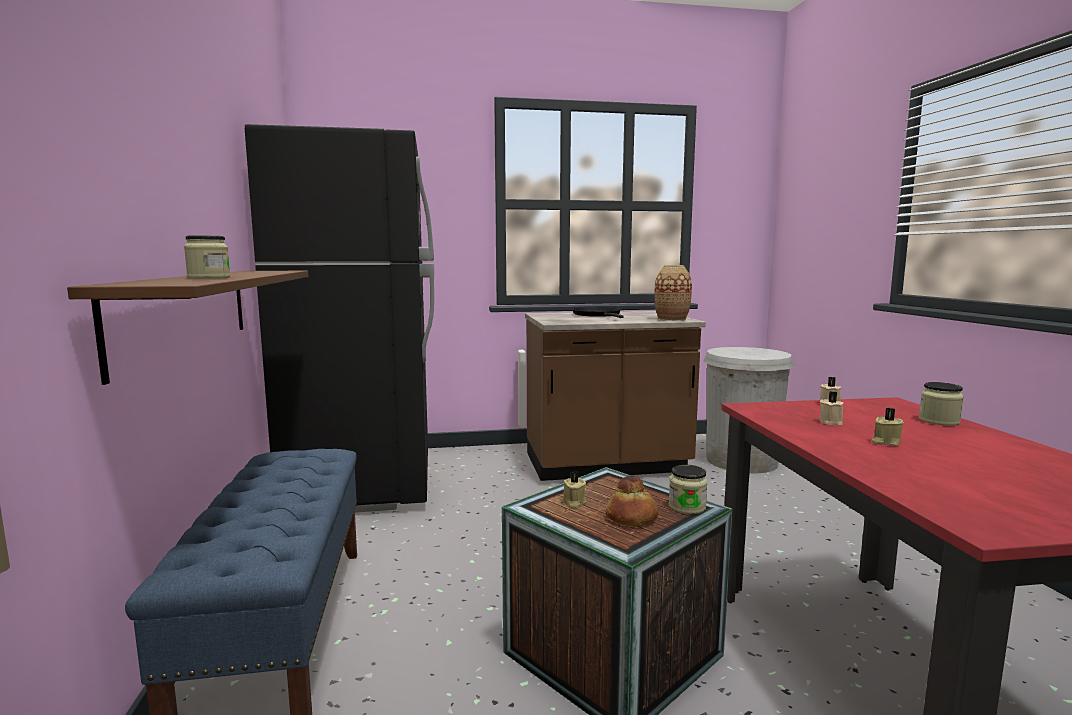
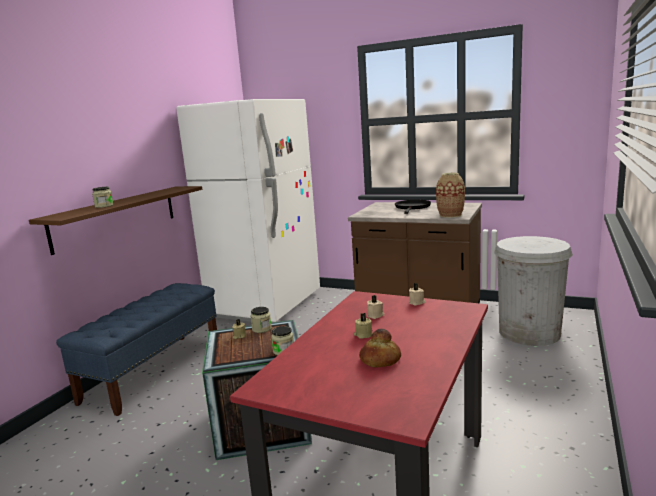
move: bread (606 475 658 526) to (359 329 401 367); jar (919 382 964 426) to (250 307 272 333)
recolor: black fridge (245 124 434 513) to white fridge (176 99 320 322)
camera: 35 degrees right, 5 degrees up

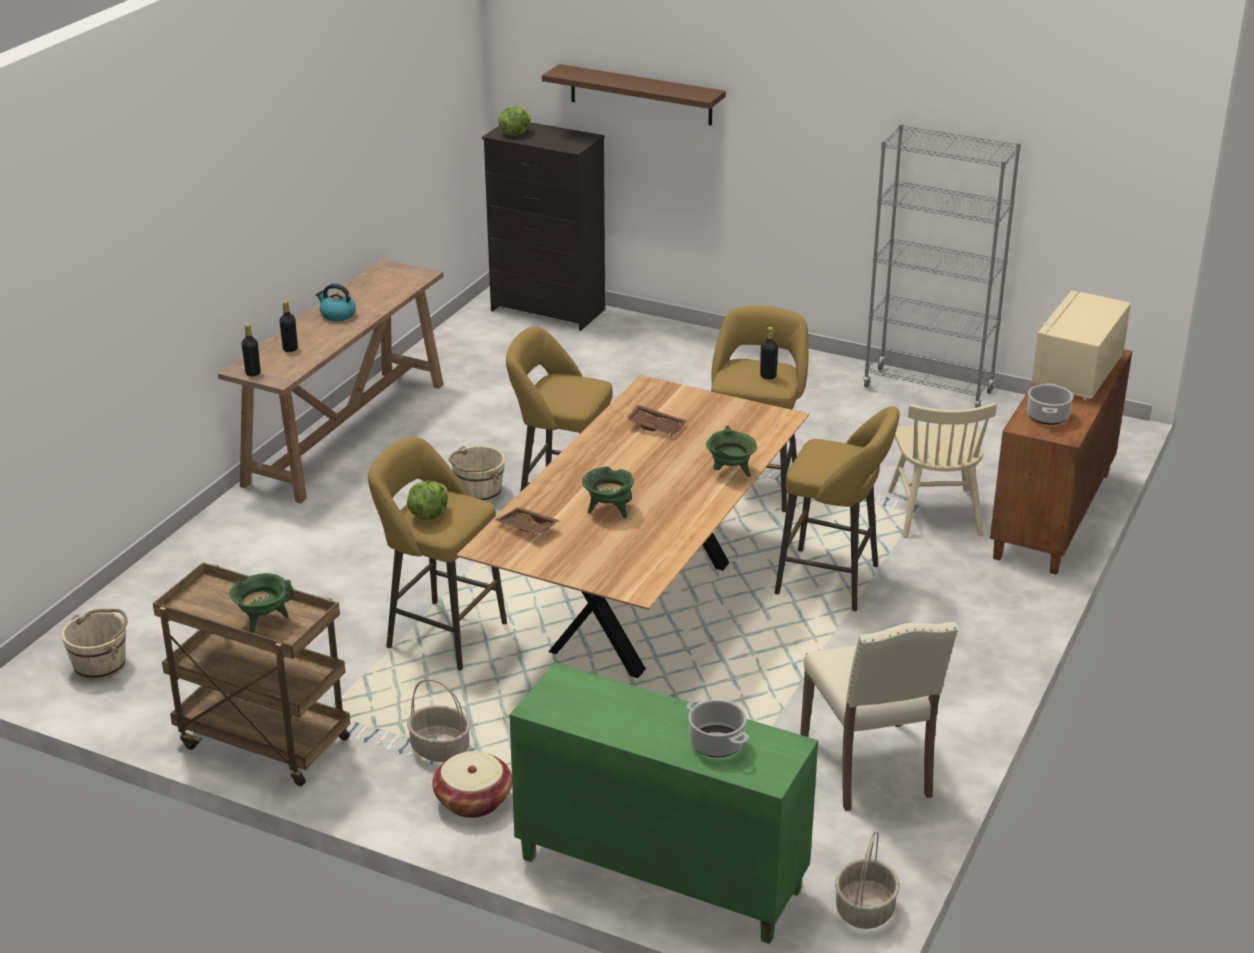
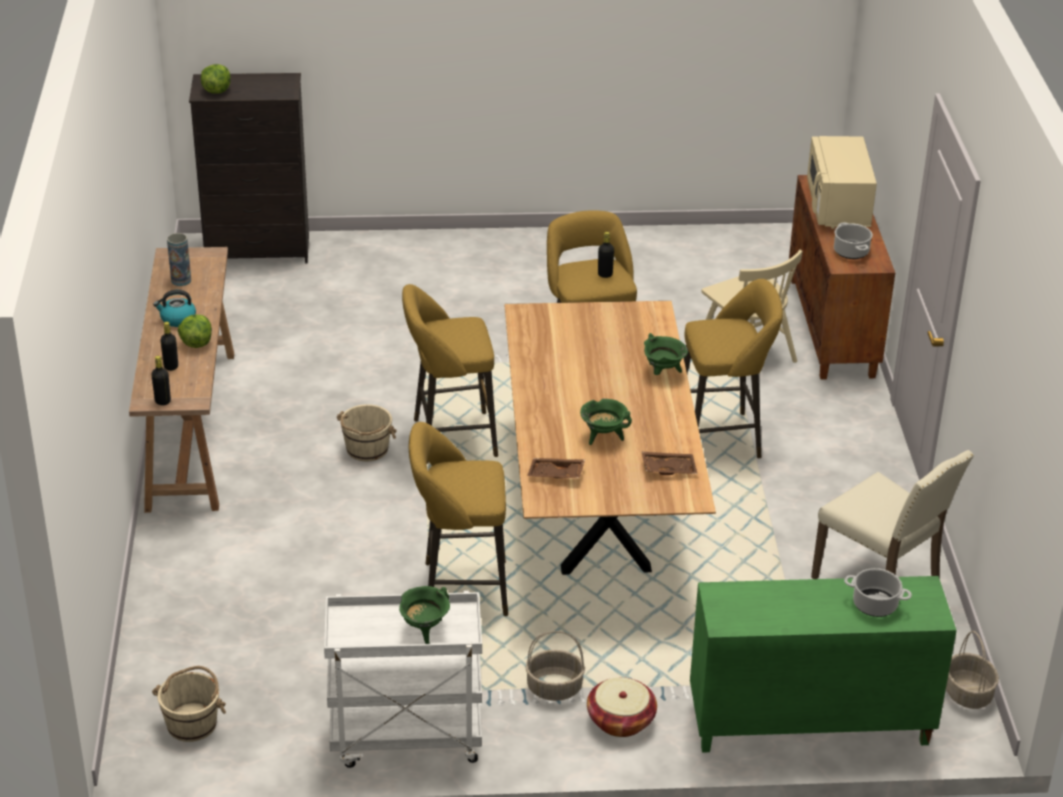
delete: brown shelf (542 64 726 125); grey bookcase (863 124 1021 408)
insert: vase (167 233 191 286)
move: lettuce (407 481 448 520) to (178 314 212 348); brown tray (626 405 686 436) to (642 452 698 475)
recolor: brown cart (153 562 350 786) to white cart (324 591 482 768)
camera: 30 degrees left, 5 degrees up

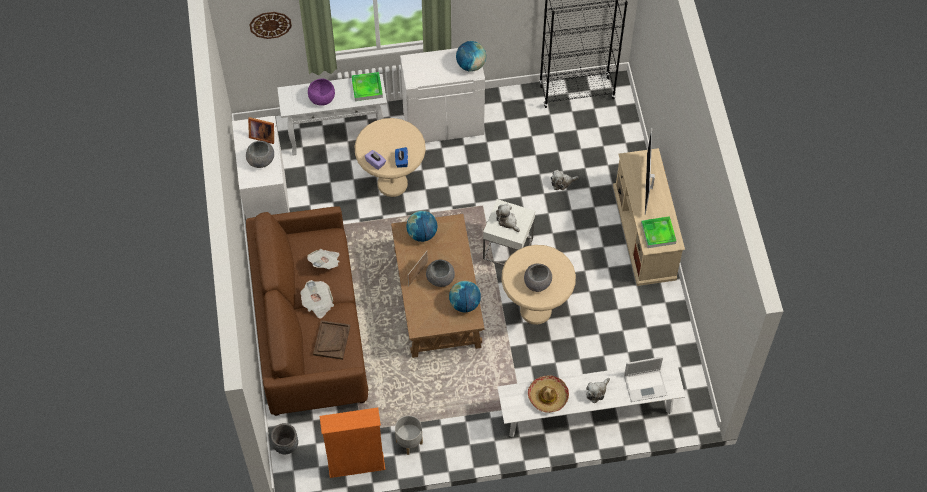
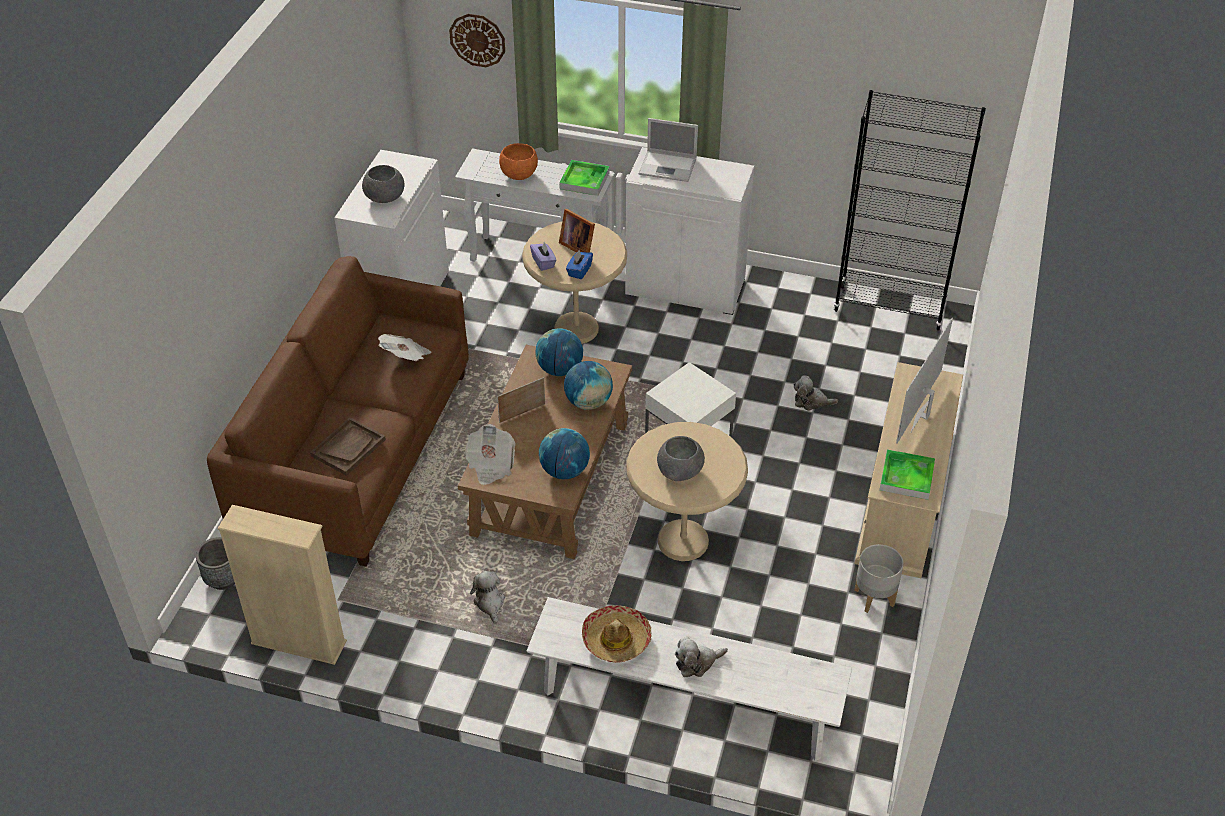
delete: grey bowl (426 260 455 287)
move: picture frame (248 117 274 144) to (559 209 595 253); newspaper (300 280 334 318) to (464 424 516 485); grey planter (395 416 423 455) to (854 544 904 613); globe (456 41 486 72) to (564 361 613 410); plush toy (496 204 520 232) to (470 571 505 624); laptop (624 357 667 402) to (639 118 698 182)
recolor: purple bowl (308 78 335 106) to orange bowl (499 143 538 180); orange bookcase (319 408 385 478) to beige bookcase (217 505 347 665)
camera: 25 degrees right, 15 degrees down

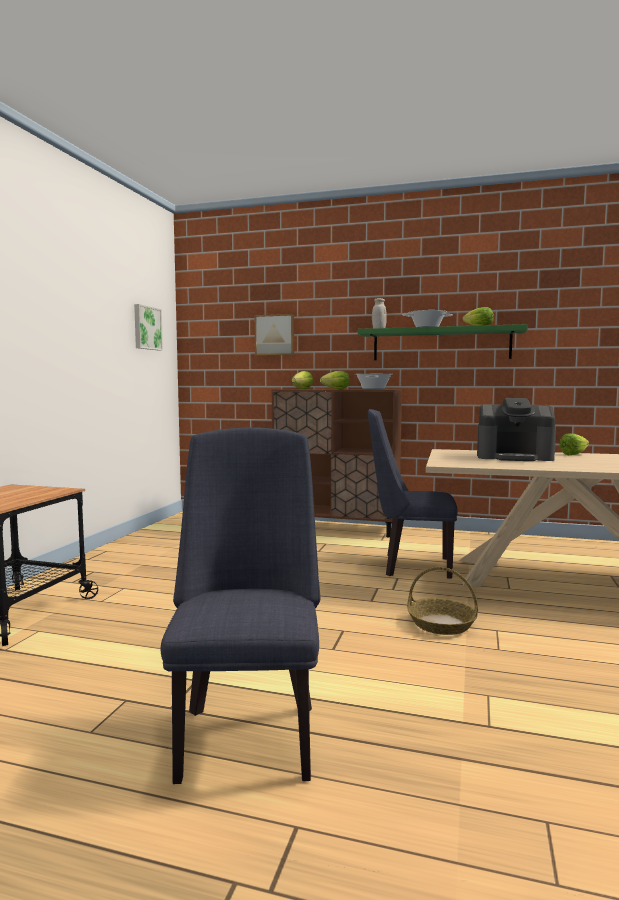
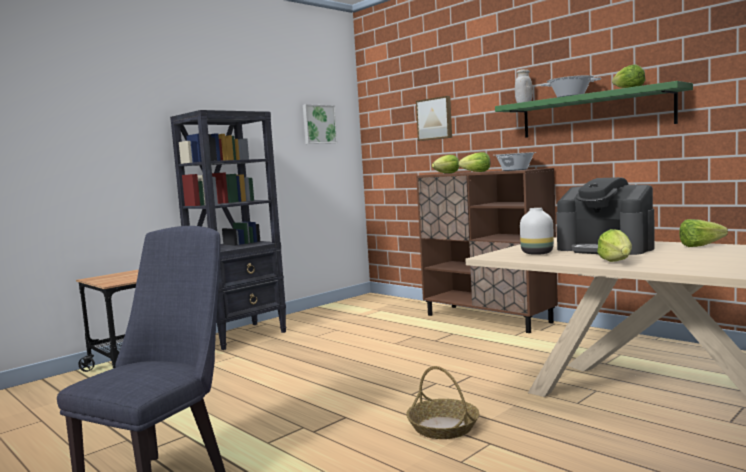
delete: blue chair (368 409 458 579)
insert: black bookcase (170 110 287 350); white vase (520 208 554 255); lettuce (597 229 632 262)
camera: 30 degrees right, 0 degrees up

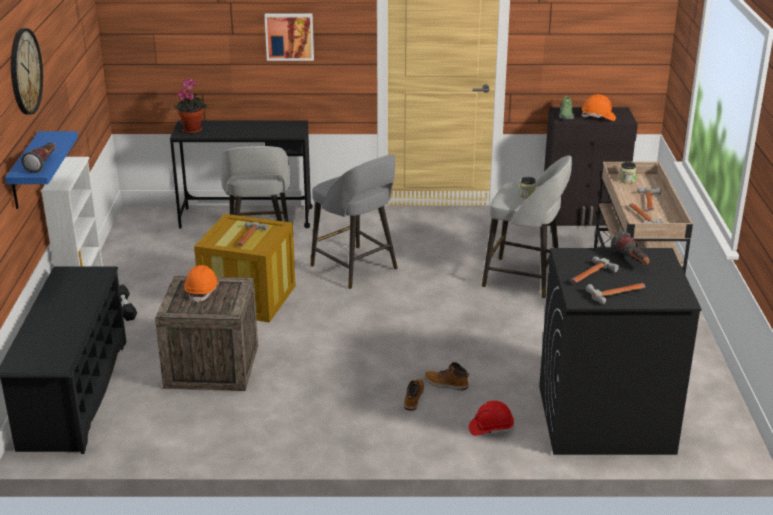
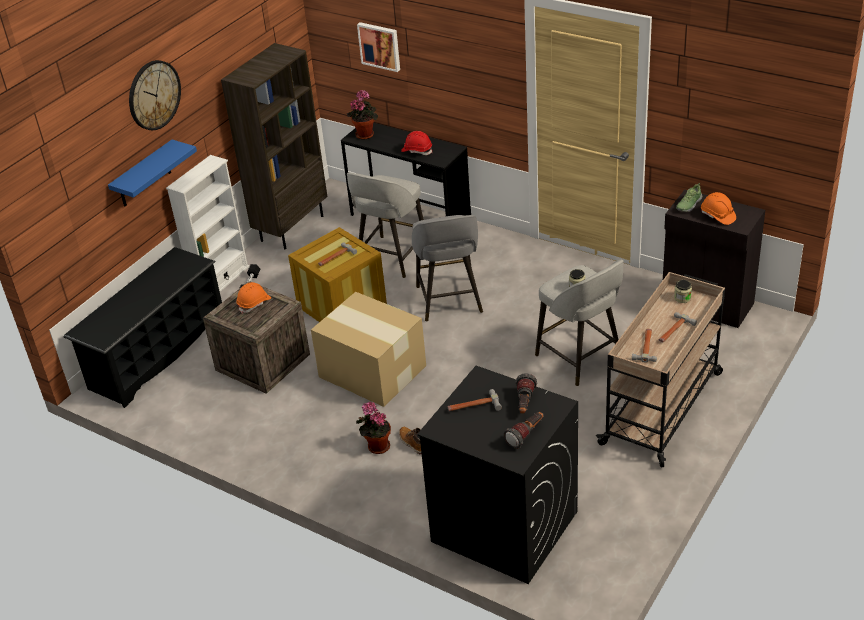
delete: hammer (586 283 645 304)
insert: brown bookcase (221 43 327 249); cardboard box (311 292 426 407)
move: flashlight (22 143 55 173) to (504 412 543 449); picture (265 14 314 61) to (357 22 400 72); red hard hat (469 401 514 436) to (401 131 432 155)
replace: boot (404 379 424 411) to potted plant (356 402 391 454)
camera: 35 degrees right, 10 degrees up

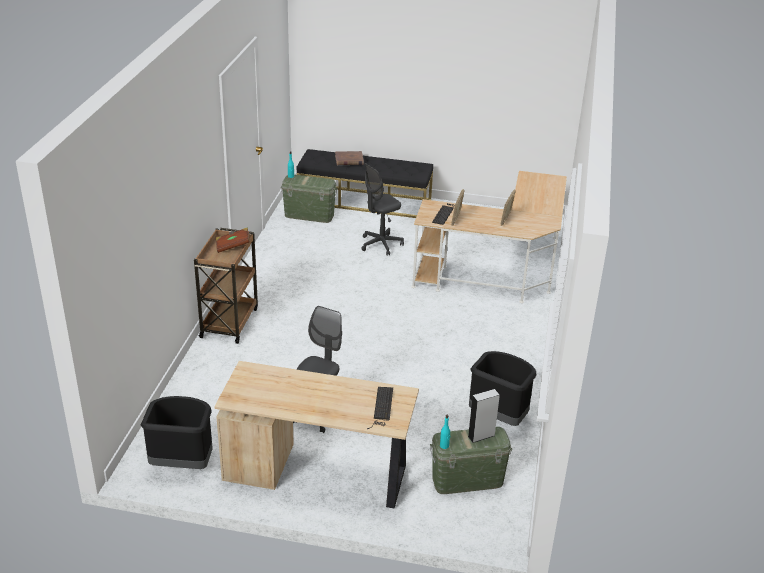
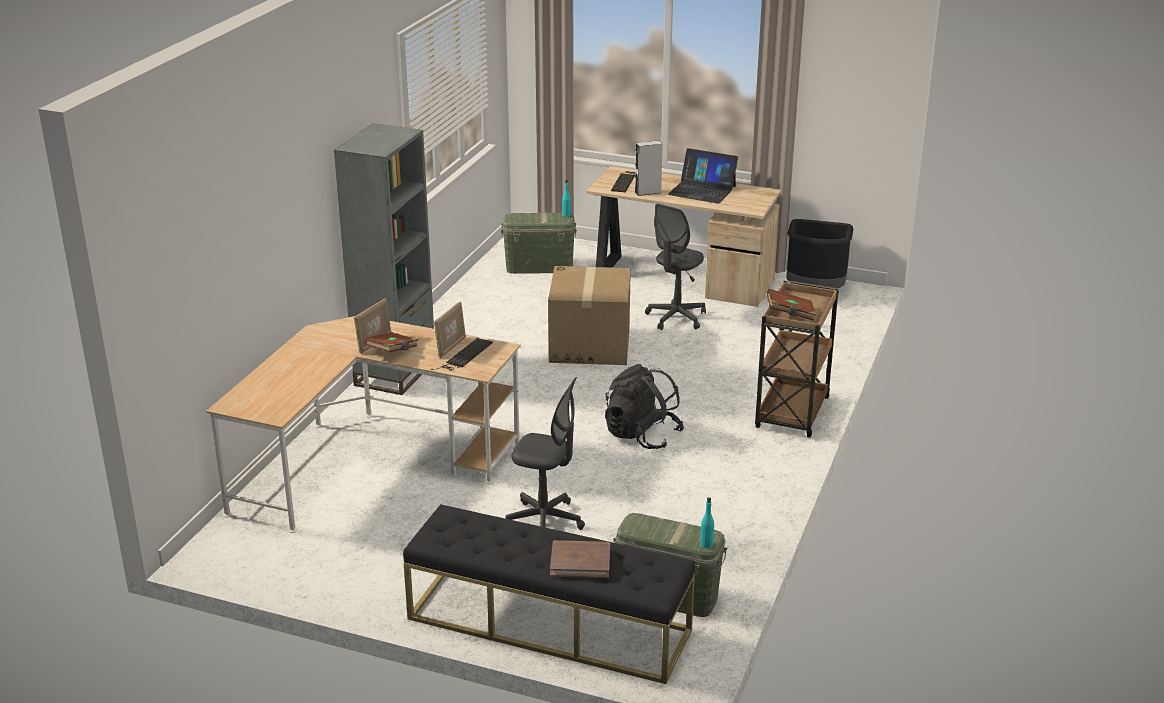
delete: black trash can (469 351 536 426)
insert: grey bookcase (334 123 434 395); brown book (363 332 419 353); cardboard box (548 266 631 365); black backpack (605 364 684 449); laptop (668 148 738 204)
move: grey speaker (468 389 500 443) to (635 141 663 196)
rotate: grey office chair (361 163 404 256) = (505 377 585 530) 45 degrees clockwise
camera: 170 degrees left, 5 degrees down

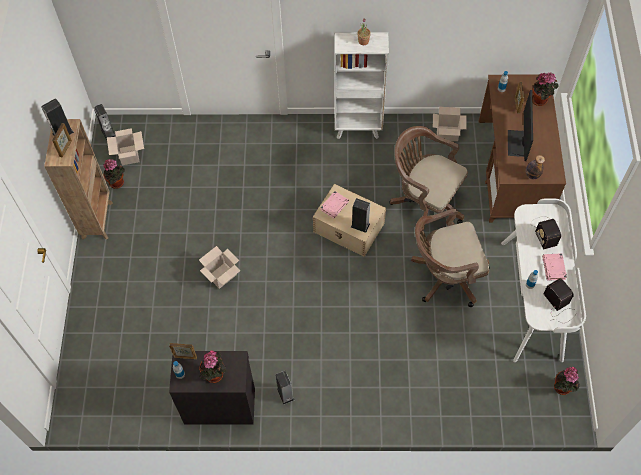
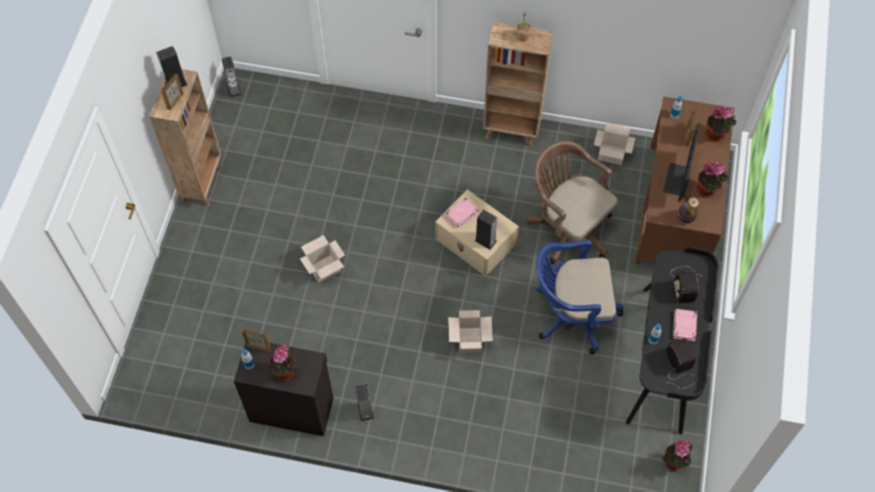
move: potted plant (103 159 125 189) to (696 161 728 198); cardboard box (107 128 144 165) to (448 310 493 353)
recolor: white bookcase (335 32 389 139) to brown bookcase (483 22 553 147); brown office chair (411 209 490 307) to blue office chair (536 240 623 354); white desk (501 199 586 362) to black desk (626 247 719 434)
camera: 10 degrees right, 0 degrees up

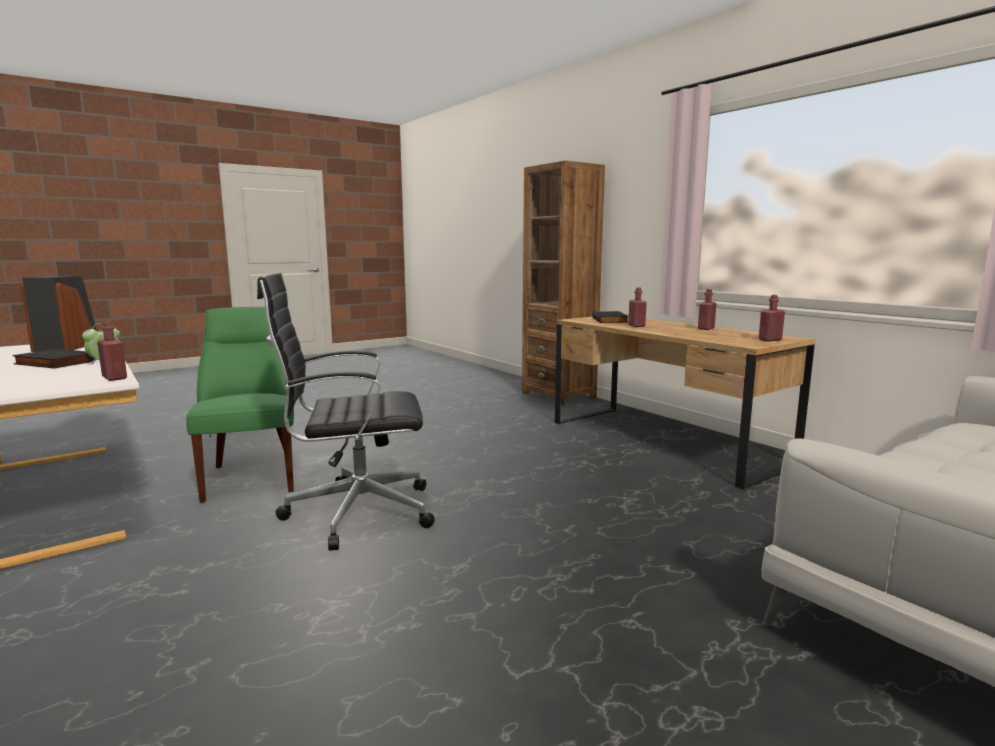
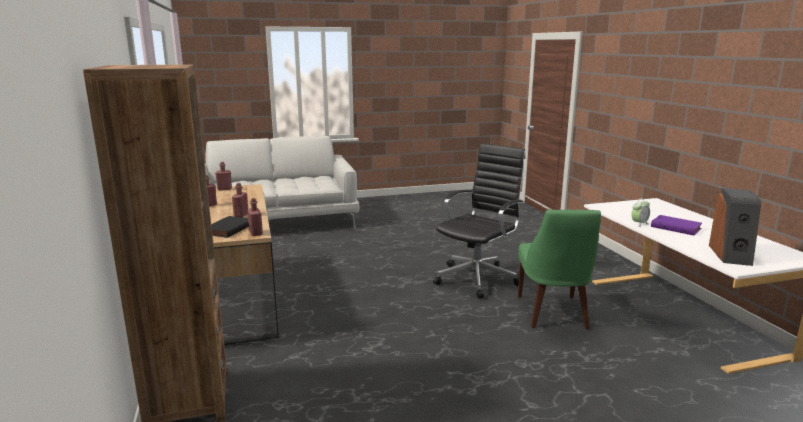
move: red bottle (97 321 127 381) to (247 198 263 236)
recolor: black book (12 349 95 368) to purple book (651 215 702 235)
rotate: black office chair (257 273 435 551) = (433 144 525 298) 60 degrees counterclockwise
camera: 160 degrees left, 5 degrees up

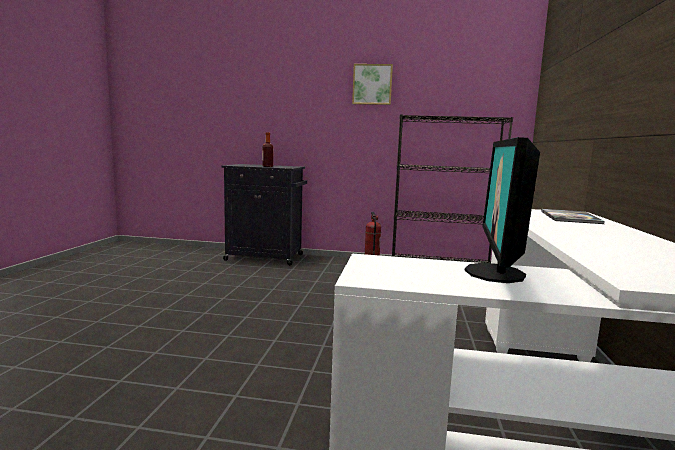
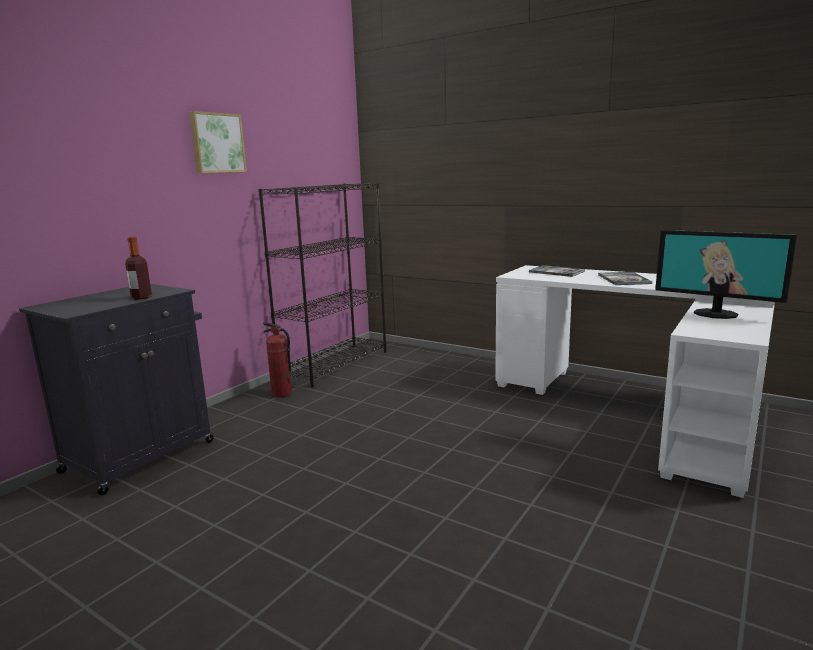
insert: book (598 272 653 285)
camera: 65 degrees left, 5 degrees up

